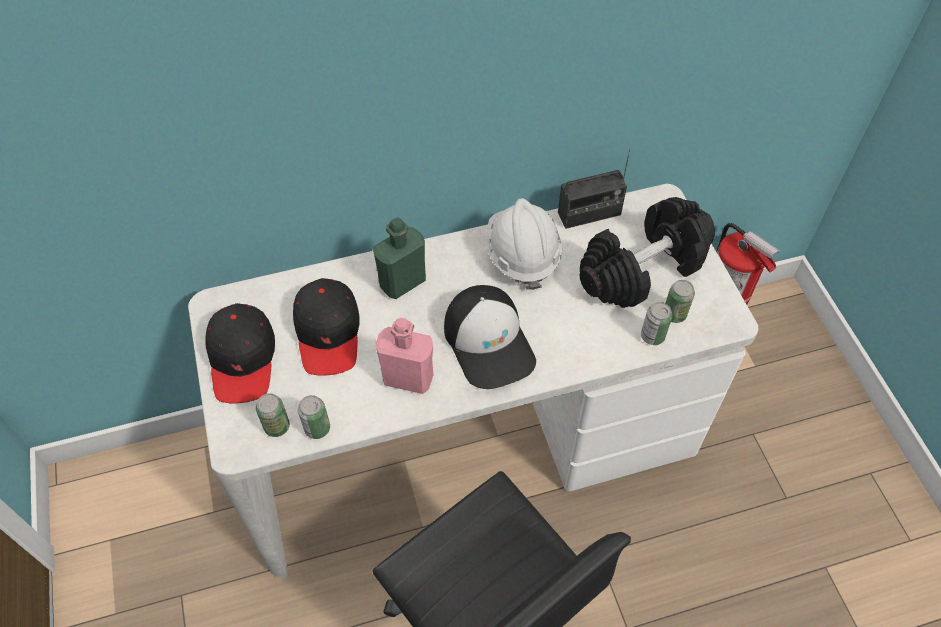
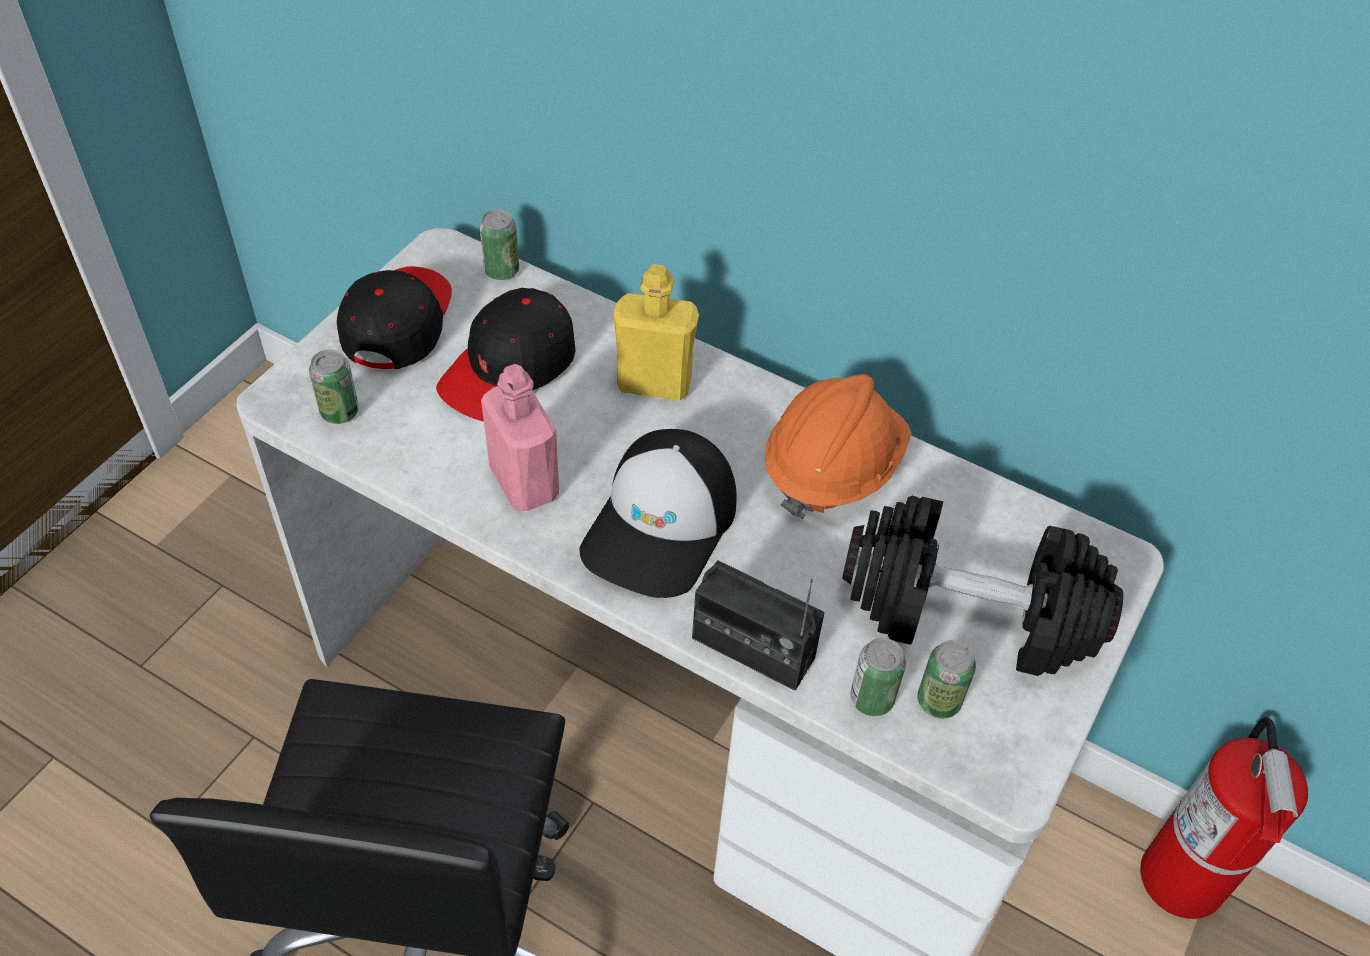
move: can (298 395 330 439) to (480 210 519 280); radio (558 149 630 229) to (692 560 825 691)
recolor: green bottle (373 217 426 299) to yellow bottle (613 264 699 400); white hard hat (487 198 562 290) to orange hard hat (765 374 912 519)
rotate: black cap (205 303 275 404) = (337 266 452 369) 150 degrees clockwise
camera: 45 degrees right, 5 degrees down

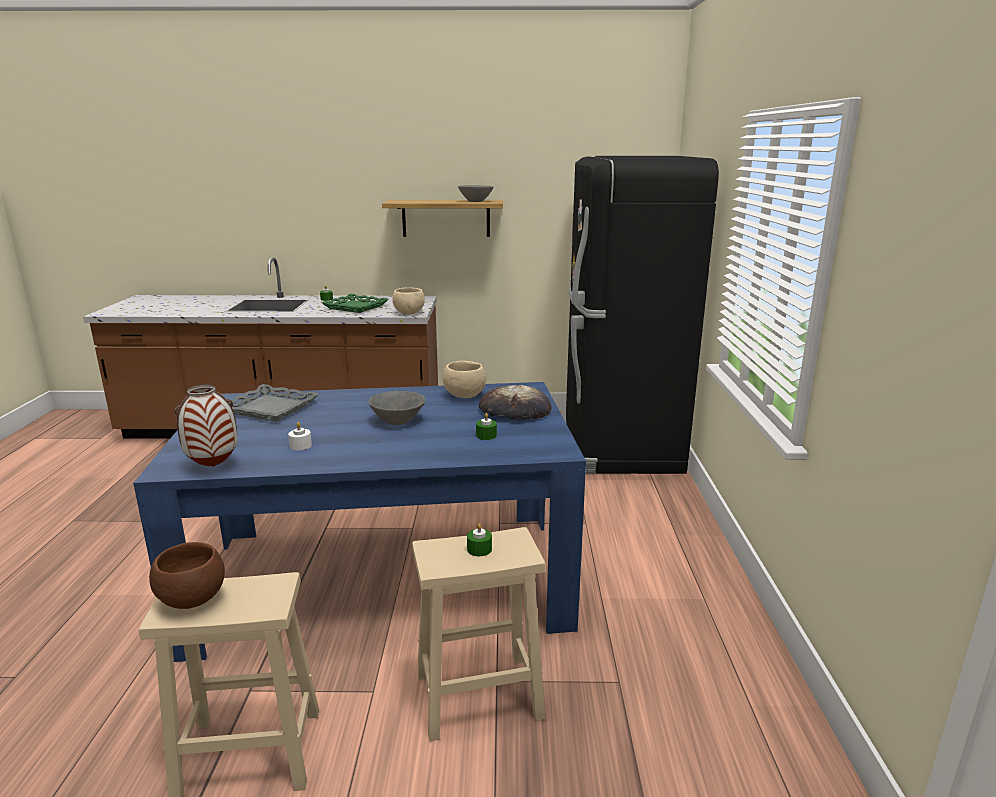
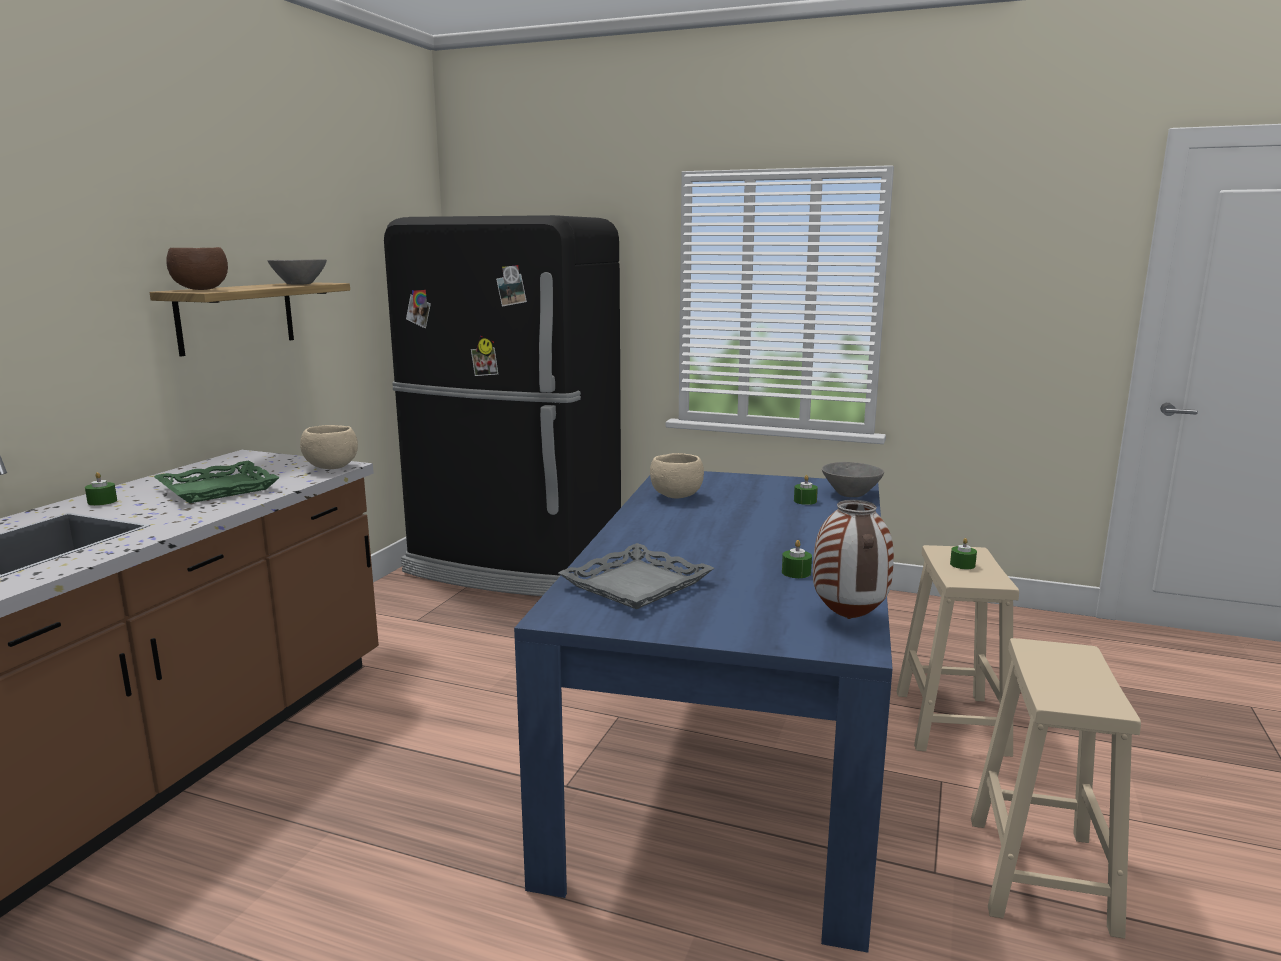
delete: bread (479 385 551 419)
move: brown bowl (149 542 225 609) to (167 247 228 290); grey bowl (369 391 425 425) to (822 462 884 497)
recolor: white candle (288 422 312 450) to green candle (782 540 812 578)
camera: 70 degrees left, 5 degrees down

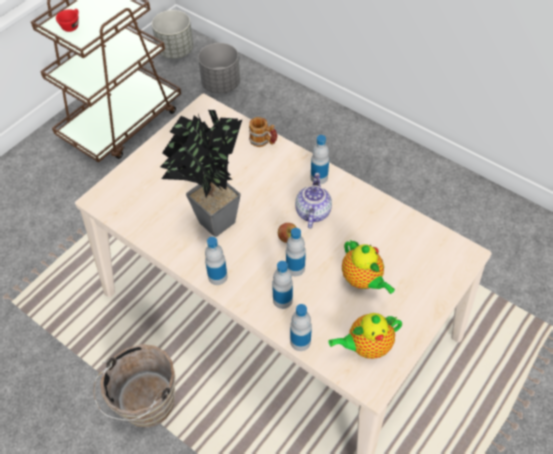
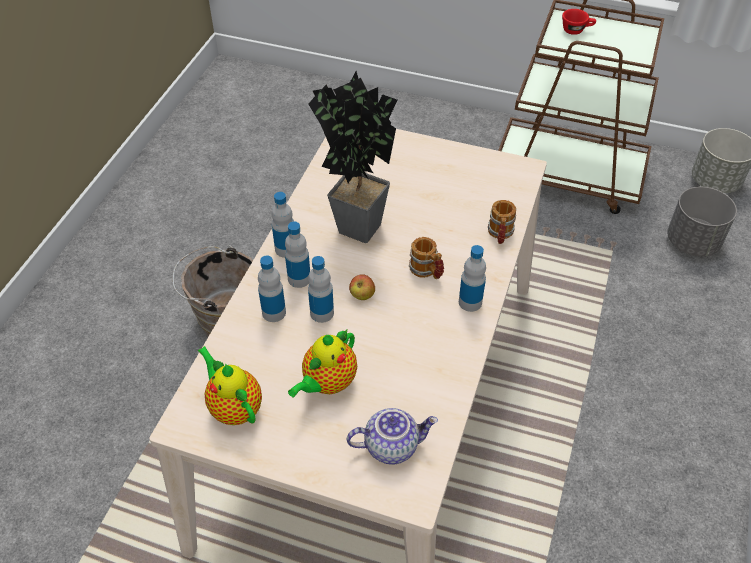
insert: mug (409 237 444 279)
move: bottle (290 304 312 351) to (285 221 310 288); teapot (295 173 332 228) to (347 408 438 465)
camera: 70 degrees right, 5 degrees down

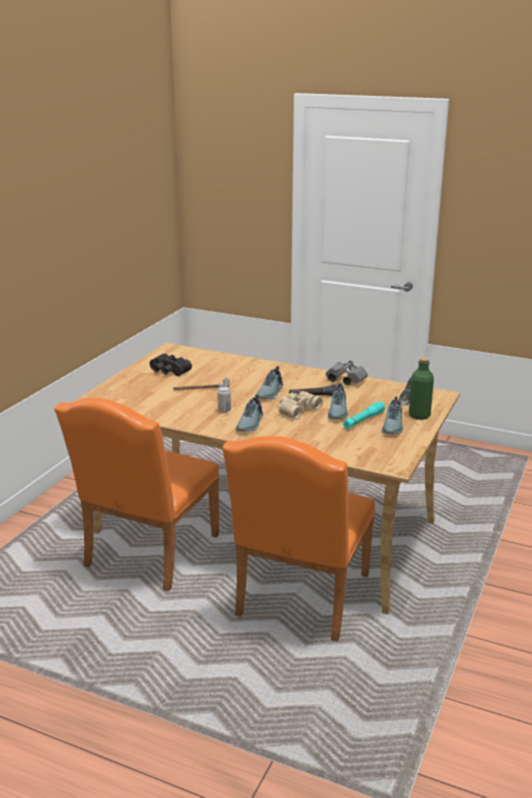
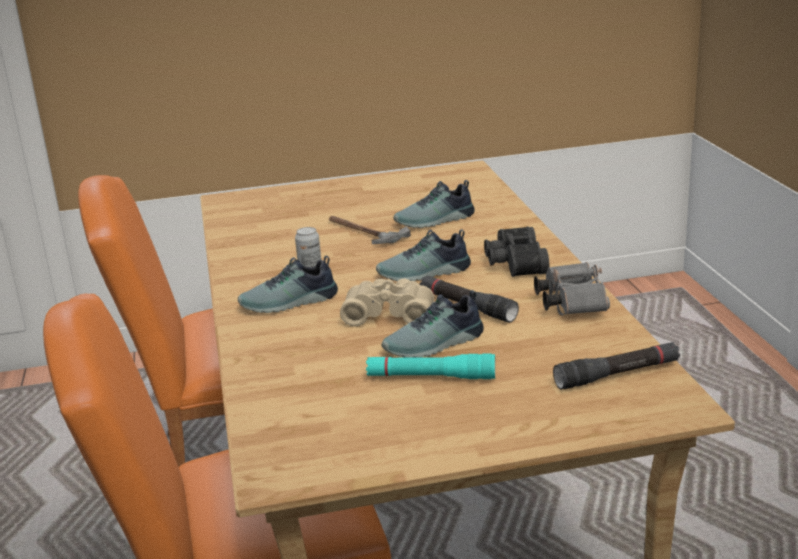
delete: green bottle (409 357 434 420)
move: black binoculars (150 354 192 376) to (484 226 549 277); shoe (382 396 403 434) to (393 180 475 228)
camera: 55 degrees right, 0 degrees up

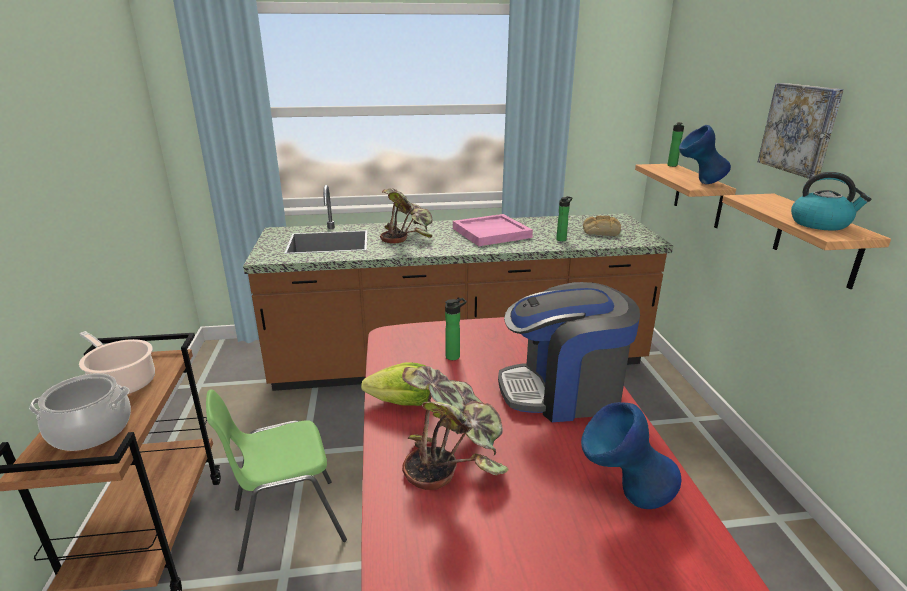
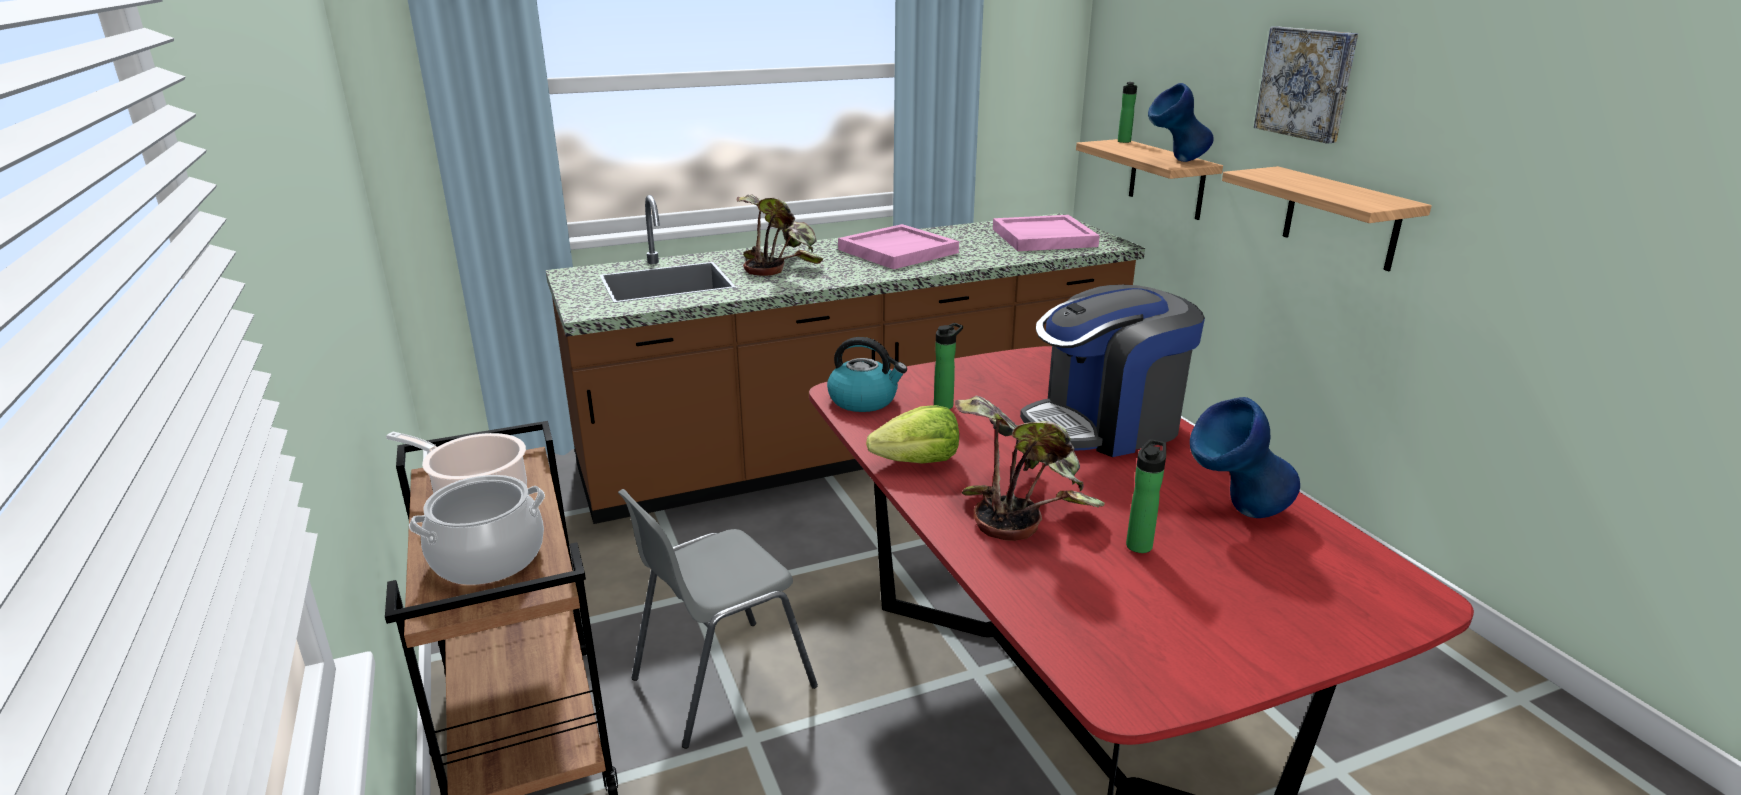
move: bottle (556 196 573 241) to (1126 439 1166 553); kettle (791 172 872 231) to (827 337 907 412)
replace: bread (583 216 621 236) to pink tray (993 215 1100 251)
recolor: green chair (206 389 347 571) to grey chair (618 489 818 749)
camera: 15 degrees left, 0 degrees up

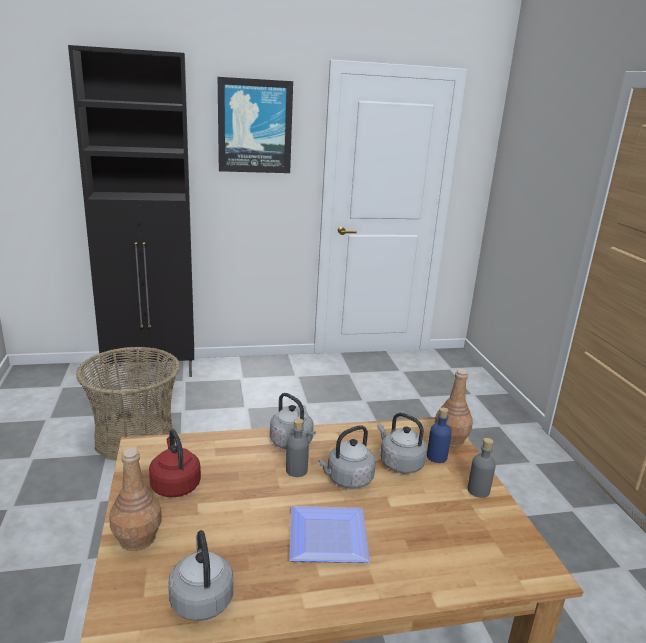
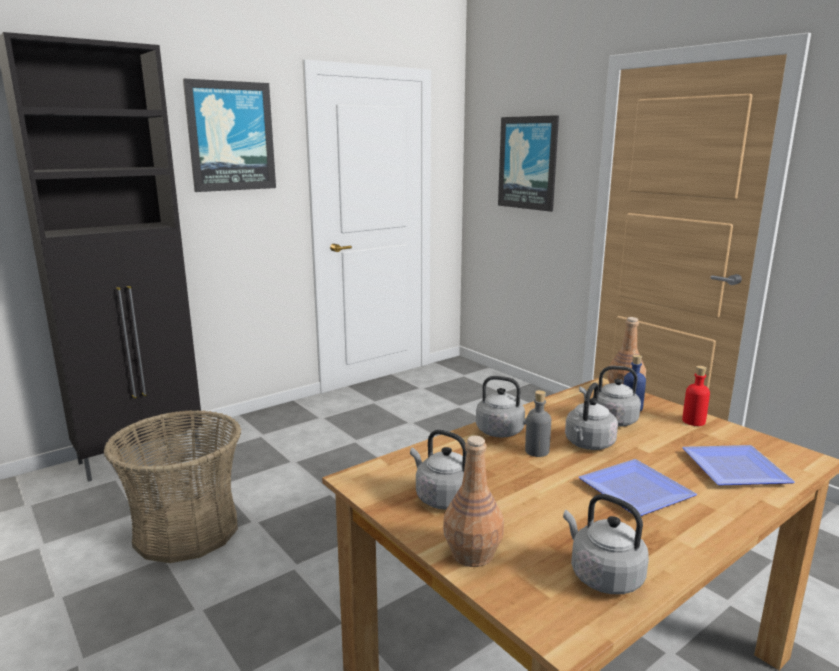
insert: picture (498 115 559 212); plate (682 445 795 485)
recolor: red kettle (149 429 201 497) to grey kettle (410 429 467 510); grey bottle (467 438 496 498) to red bottle (682 366 710 426)
camera: 25 degrees left, 5 degrees down

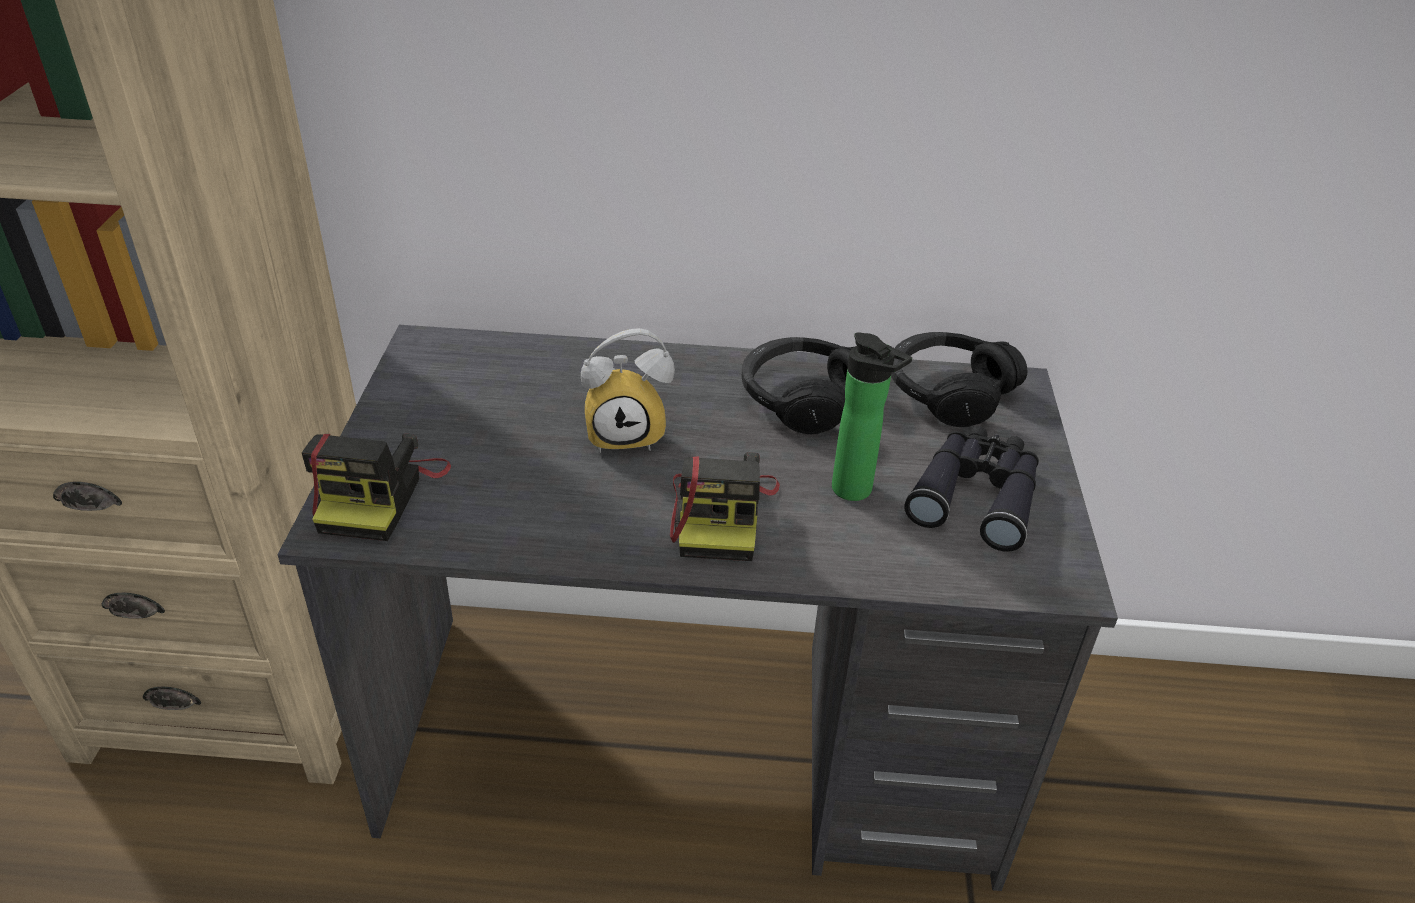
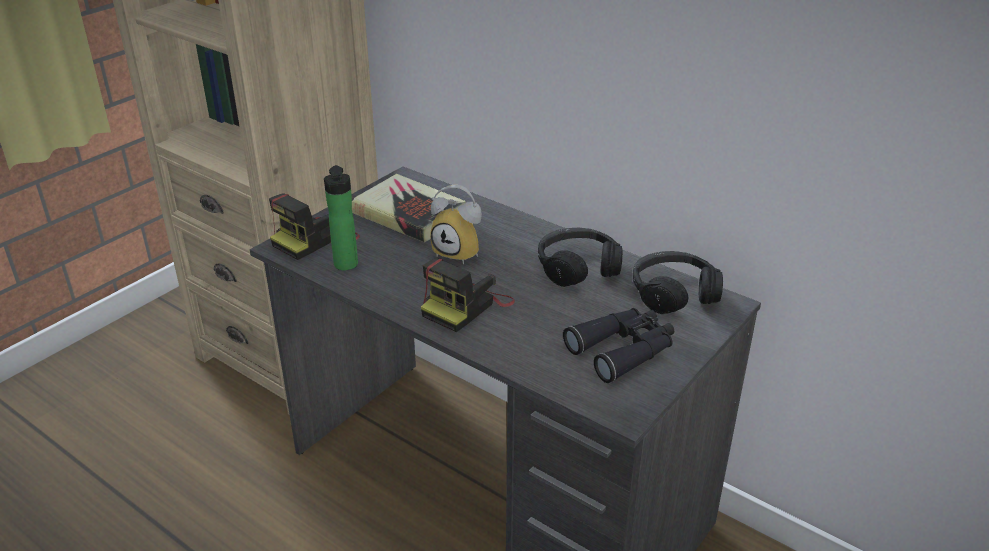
insert: book (352 174 466 242)
move: bottle (832 332 912 501) to (324 165 358 270)
camera: 35 degrees right, 5 degrees down

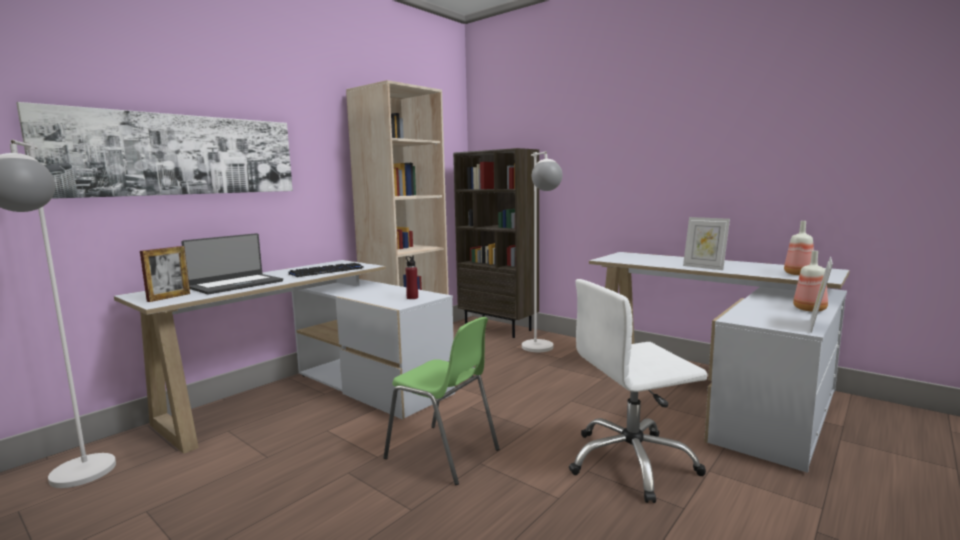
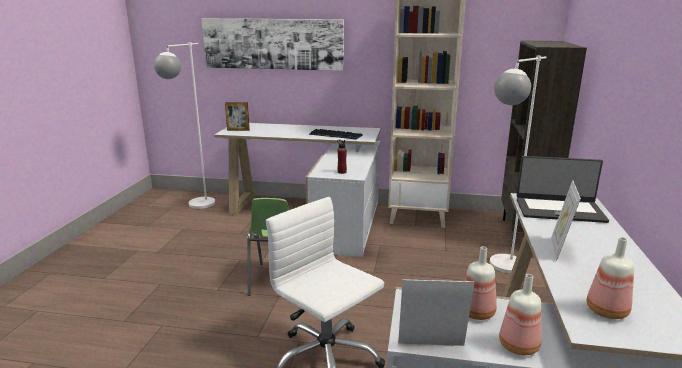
insert: bottle (465 246 497 320)
move: laptop (181 233 283 294) to (517 156 609 223)
camera: 60 degrees right, 10 degrees up

